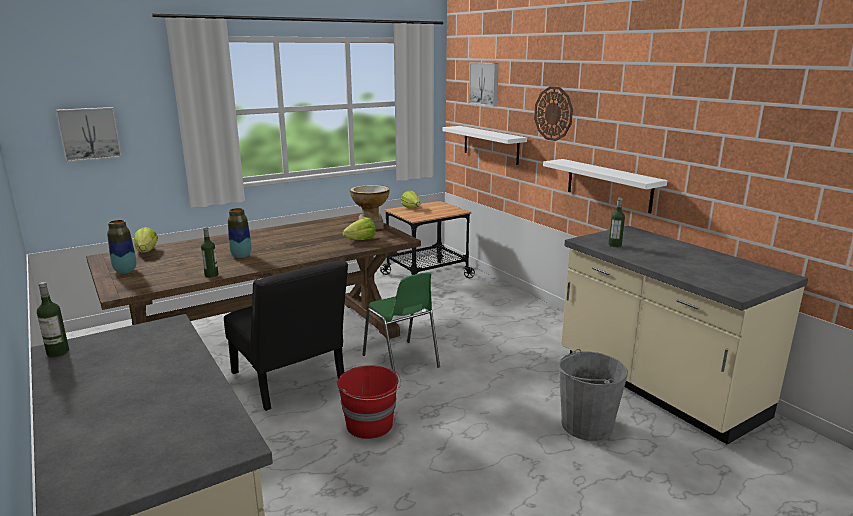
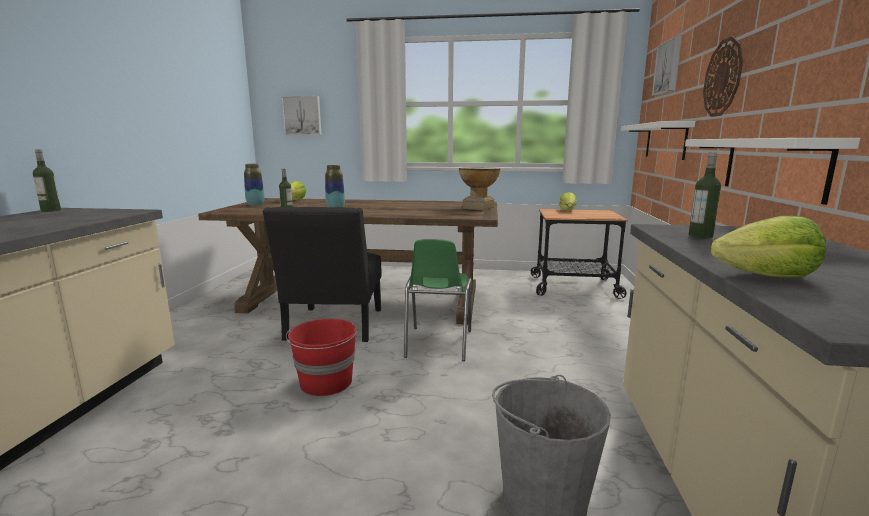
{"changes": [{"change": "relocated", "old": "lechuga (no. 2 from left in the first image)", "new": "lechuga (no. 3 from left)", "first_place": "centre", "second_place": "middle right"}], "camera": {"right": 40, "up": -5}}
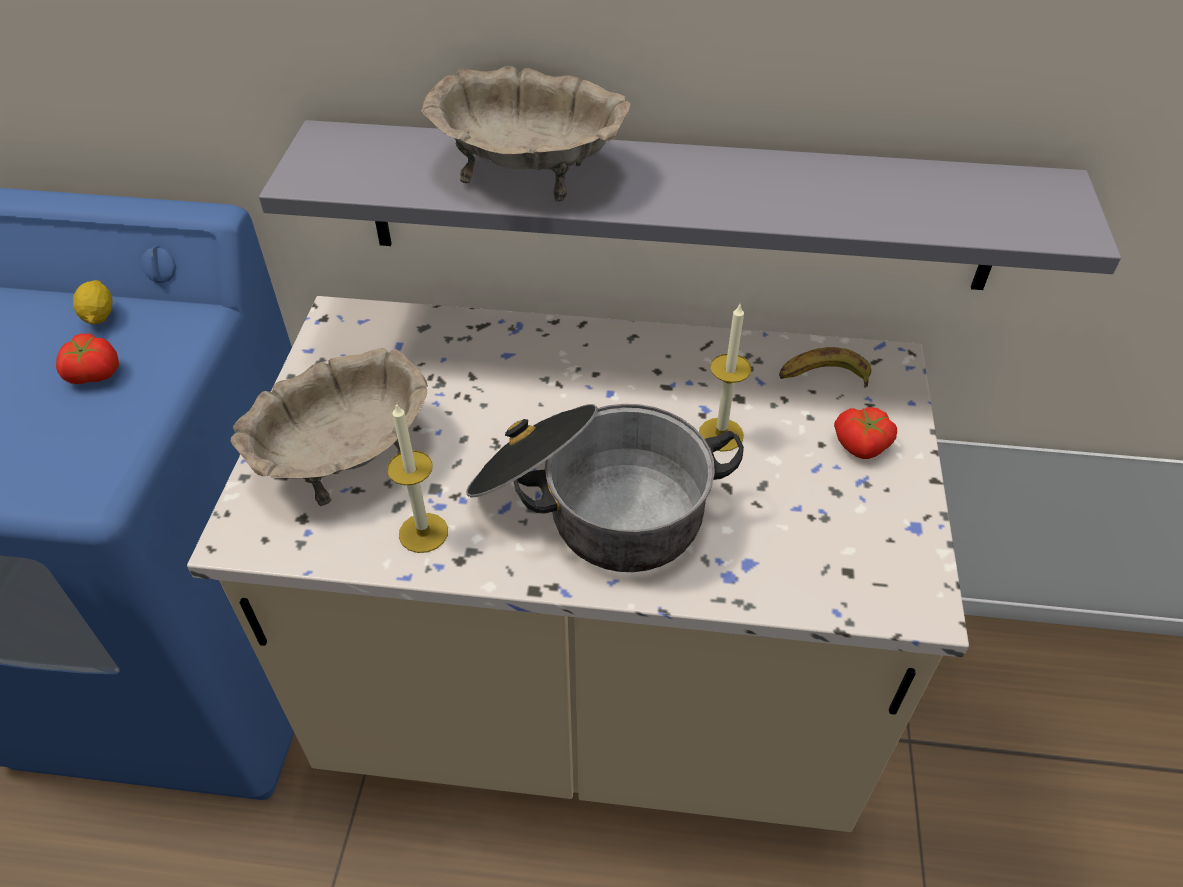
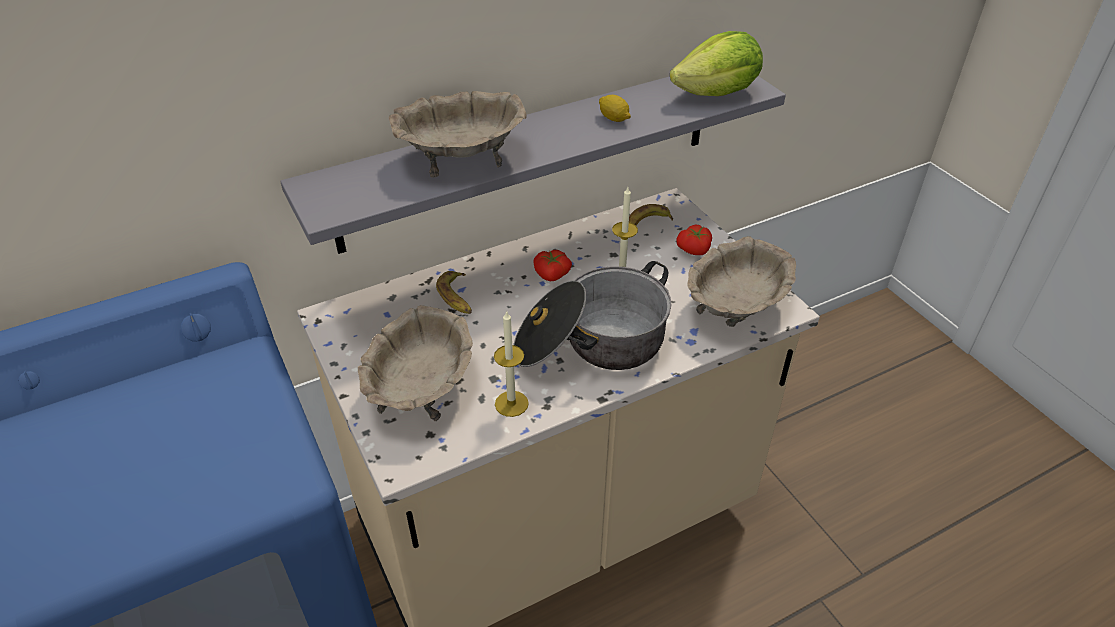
{"changes": [{"change": "appeared", "new": "plátano (no. 1 from left)", "second_place": "centre"}, {"change": "appeared", "new": "lechuga", "second_place": "top centre"}, {"change": "appeared", "new": "cuenco/beis (no. 3 from left)", "second_place": "centre"}, {"change": "relocated", "old": "tomate (no. 1 from left)", "first_place": "middle left", "second_place": "centre"}, {"change": "relocated", "old": "limón", "first_place": "middle left", "second_place": "top centre"}], "camera": {"right": -35, "up": -5}}
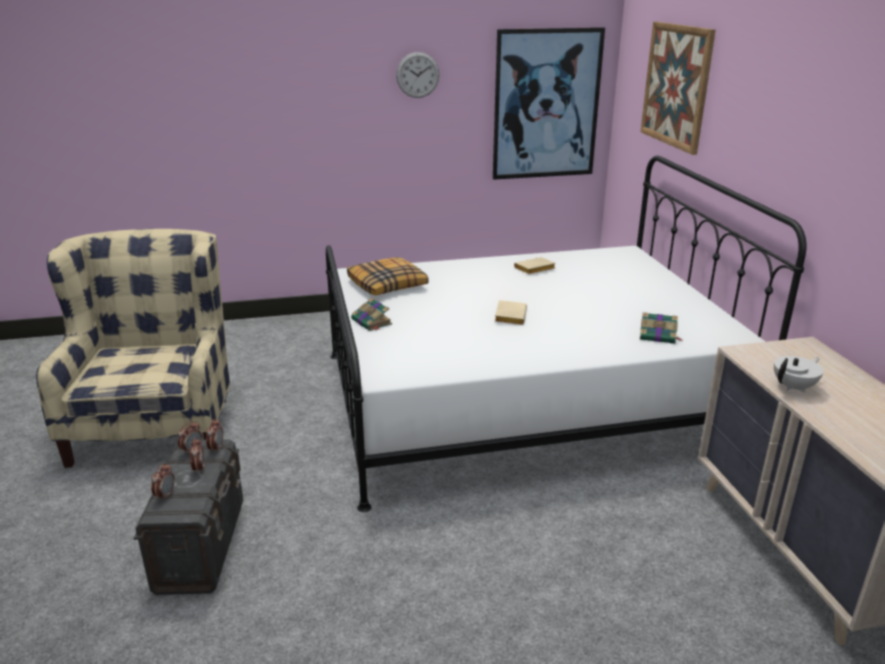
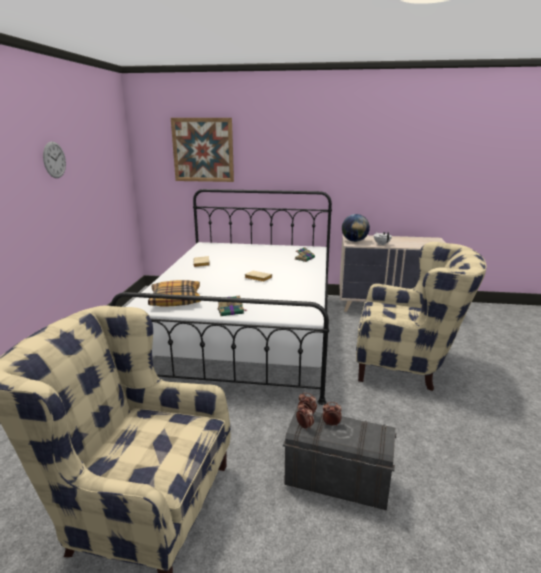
{"changes": [{"change": "missing", "old": "despertador (no. 1 from left)", "first_place": "bottom left"}, {"change": "missing", "old": "cuadro (no. 1 from left)", "first_place": "top centre"}, {"change": "appeared", "new": "globo terráqueo", "second_place": "centre"}, {"change": "appeared", "new": "sillón/beis (no. 2 from left)", "second_place": "middle right"}], "camera": {"right": -70, "up": -5}}
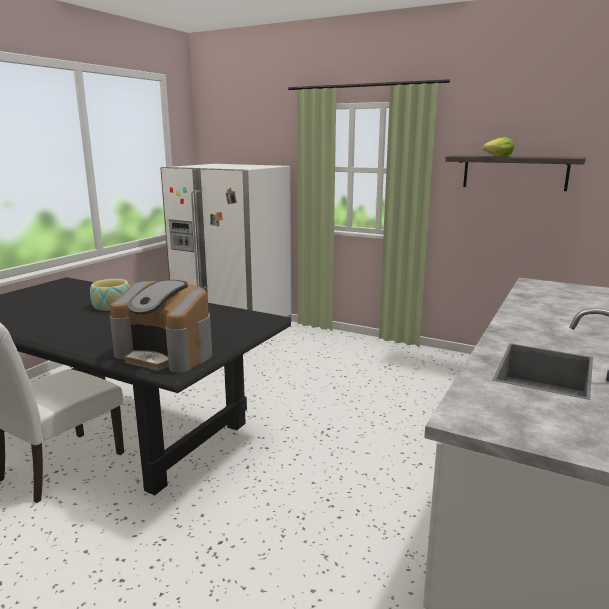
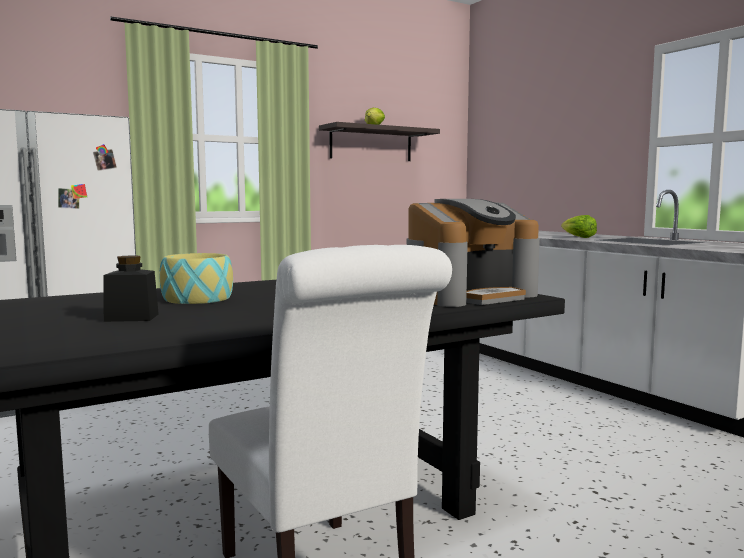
{"changes": [{"change": "appeared", "new": "tarro/negro", "second_place": "middle left"}, {"change": "appeared", "new": "lechuga (no. 2 from left)", "second_place": "middle right"}], "camera": {"right": -60, "up": -10}}
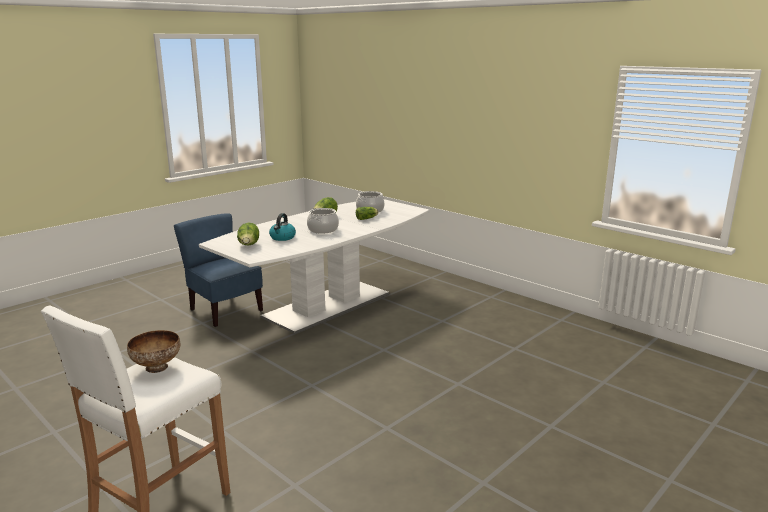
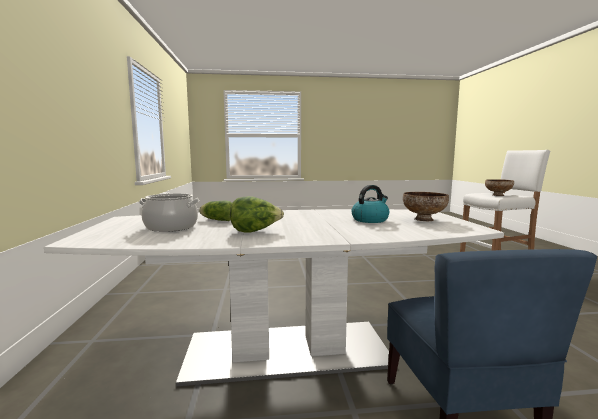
{"changes": [{"change": "missing", "old": "olla (no. 1 from left)", "first_place": "centre"}, {"change": "exchanged", "old": "lechuga (no. 1 from left)", "new": "cuenco (no. 1 from left)", "first_place": "middle left", "second_place": "middle right"}], "camera": {"right": -140, "up": -10}}
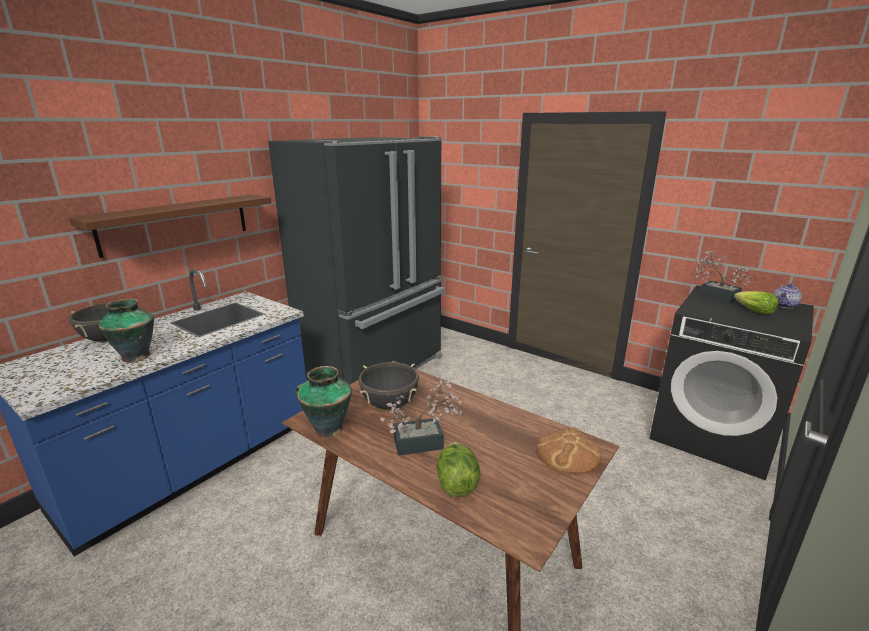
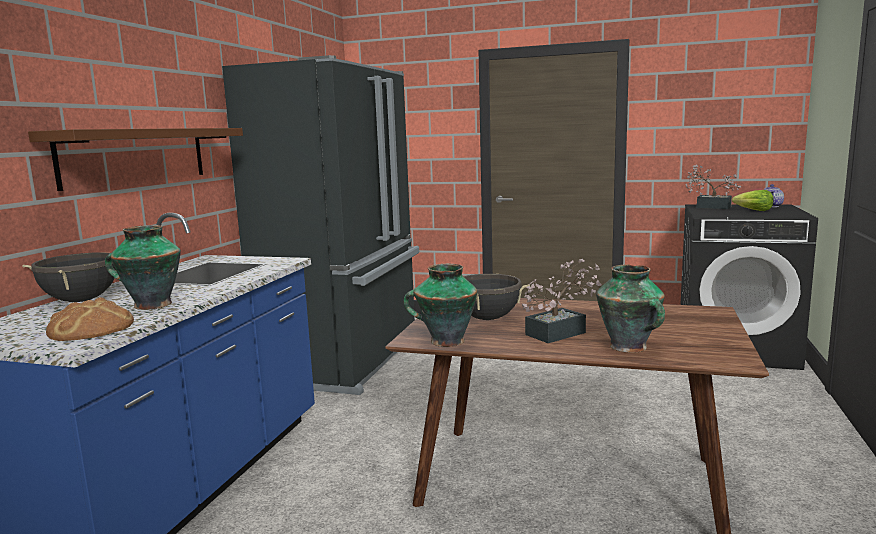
{"changes": [{"change": "relocated", "old": "pan", "first_place": "bottom centre", "second_place": "middle left"}, {"change": "exchanged", "old": "lechuga (no. 1 from left)", "new": "florero (no. 3 from left)", "first_place": "bottom centre", "second_place": "middle right"}], "camera": {"right": -20, "up": -10}}
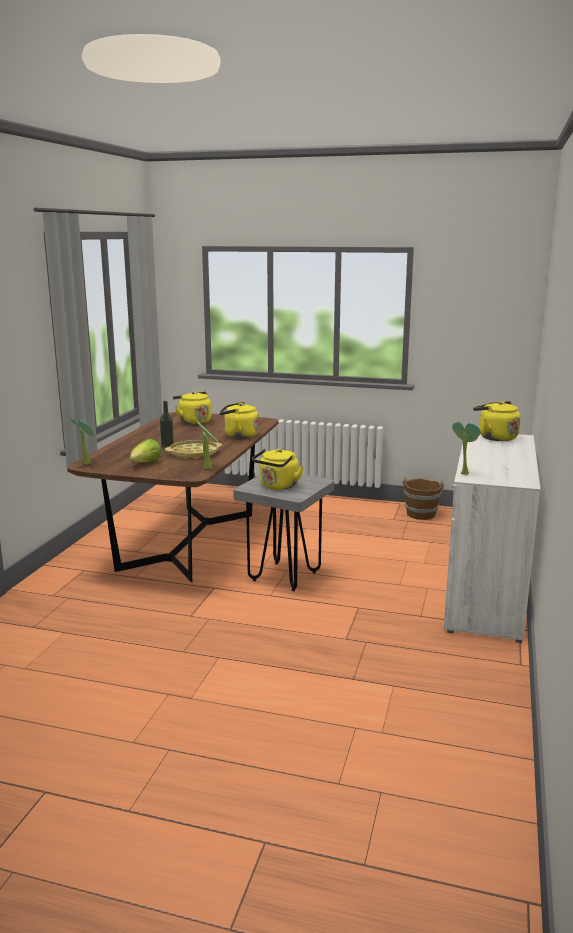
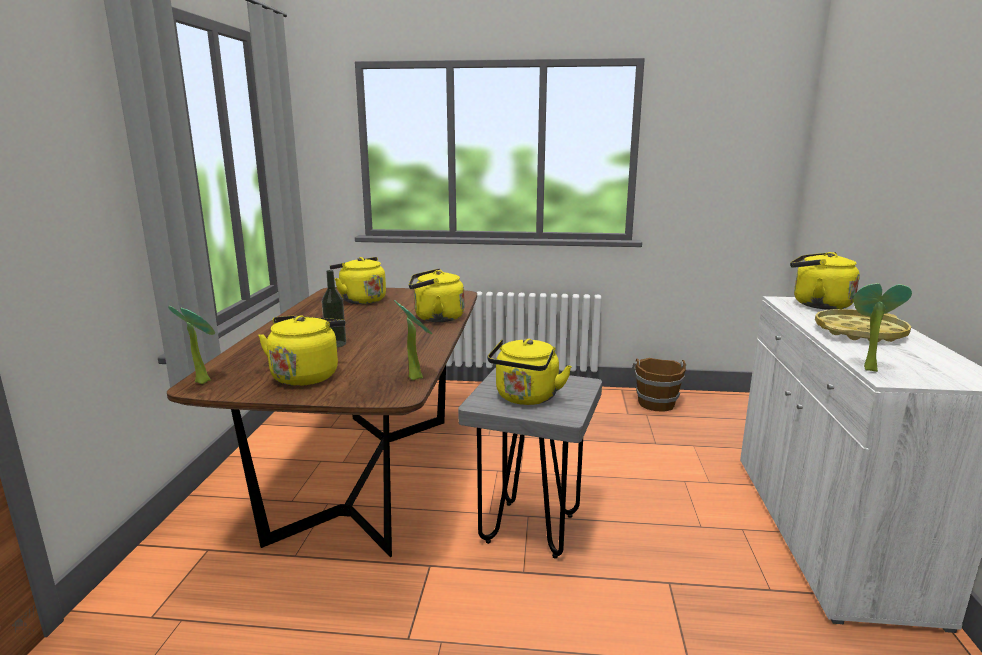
{"changes": [{"change": "relocated", "old": "bandeja/amarillo", "first_place": "centre", "second_place": "middle right"}, {"change": "exchanged", "old": "lechuga", "new": "hervidor/amarillo (no. 1 from left)", "first_place": "middle left", "second_place": "middle left"}], "camera": {"right": -10, "up": 0}}
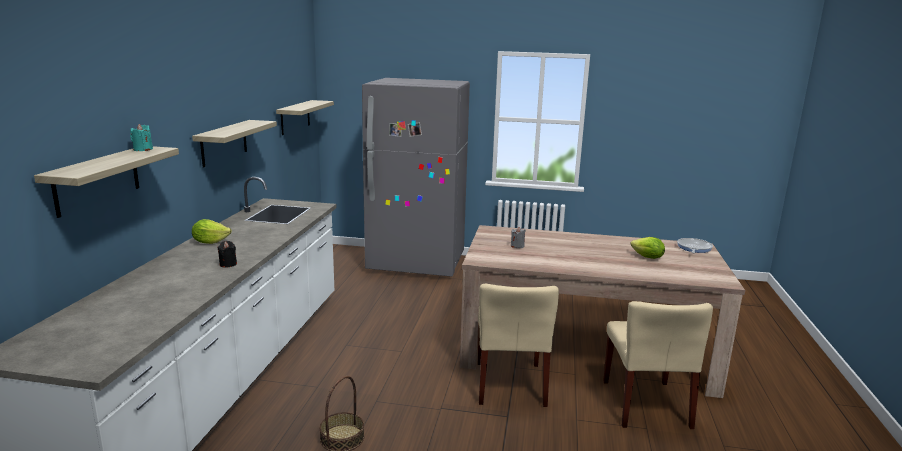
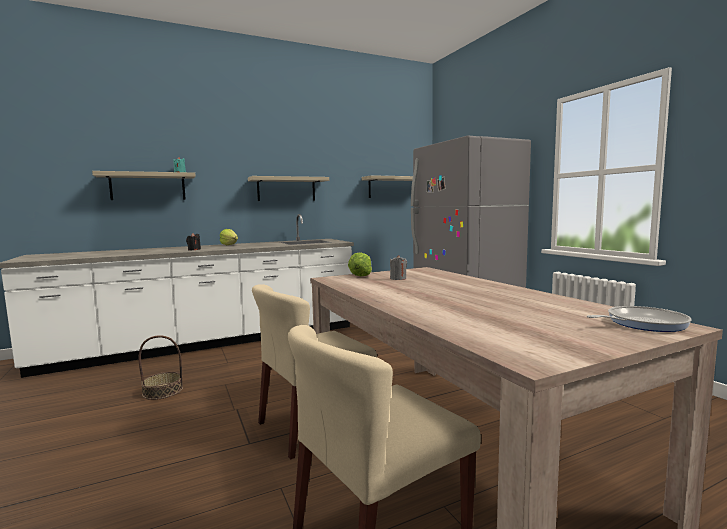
{"changes": [{"change": "relocated", "old": "lechuga (no. 2 from left)", "first_place": "middle right", "second_place": "centre"}], "camera": {"right": 55, "up": -10}}
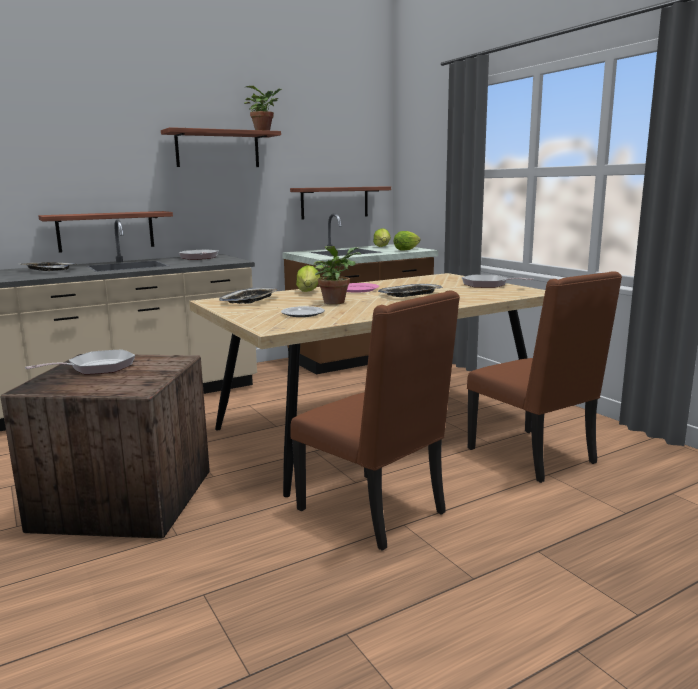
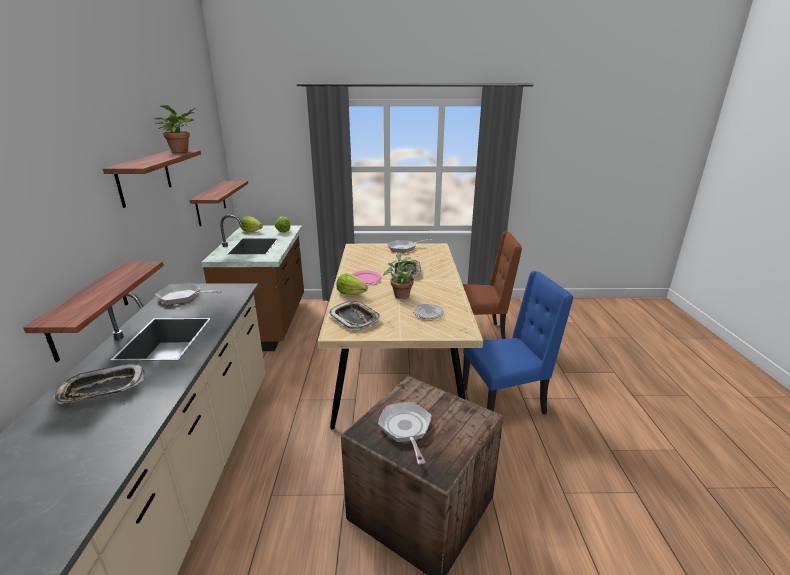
{"changes": [{"change": "colour", "old": "silla/marrón (no. 1 from left)", "new": "silla/azul", "first_place": "centre", "second_place": "centre"}], "camera": {"right": -60, "up": 10}}
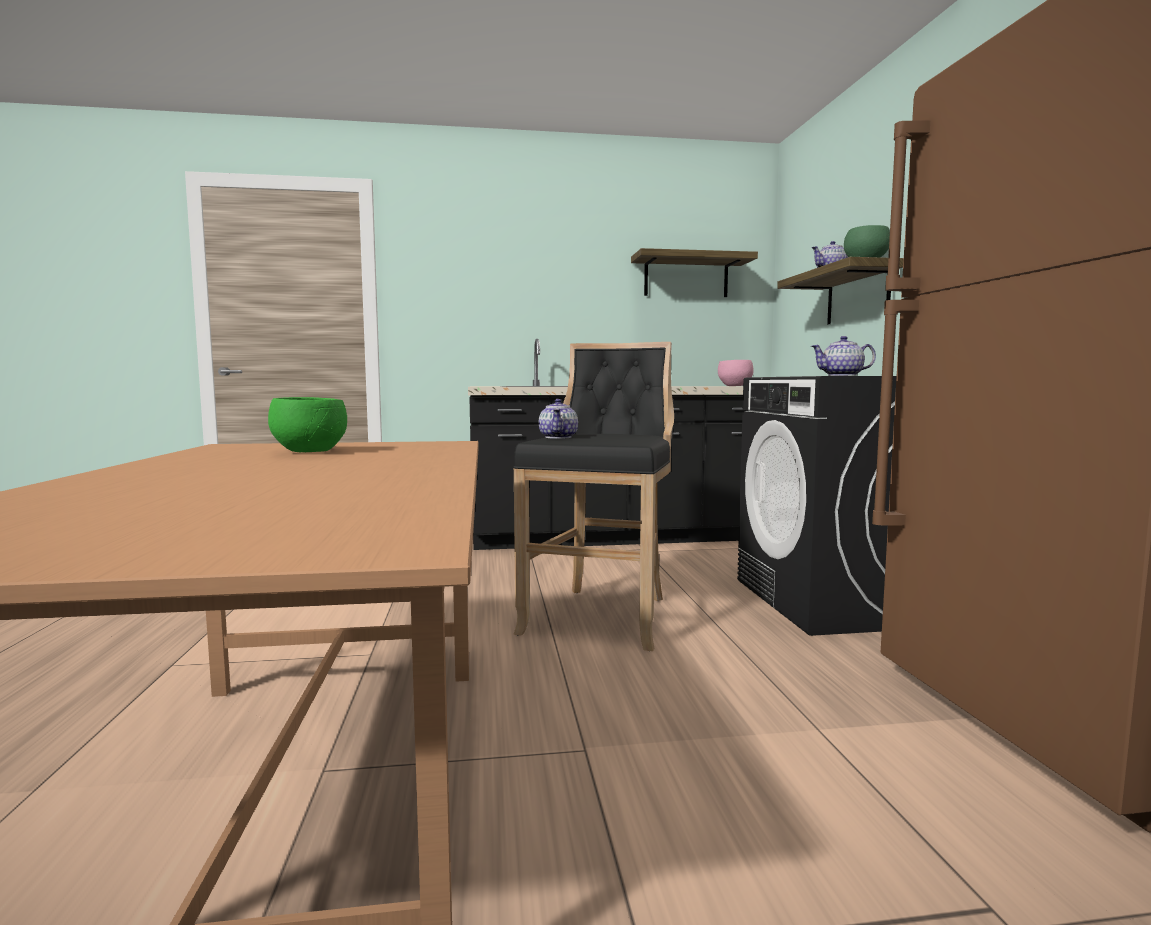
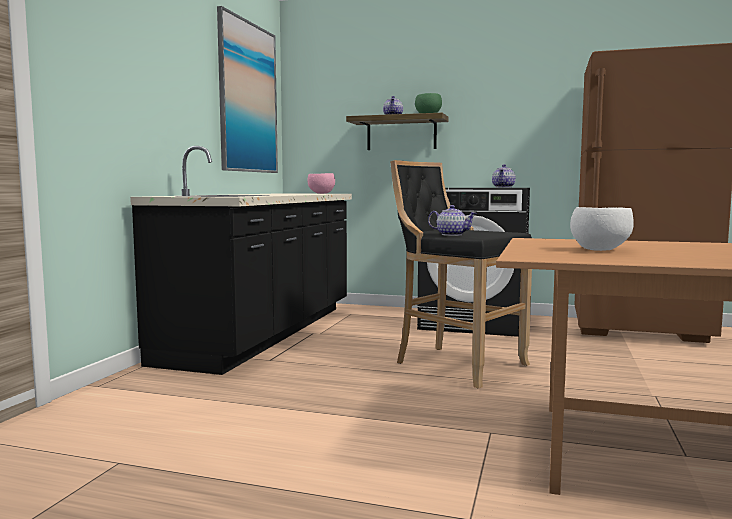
{"changes": [{"change": "exchanged", "old": "estante (no. 1 from left)", "new": "cuadro", "first_place": "top centre", "second_place": "top centre"}, {"change": "colour", "old": "cuenco/verde (no. 1 from left)", "new": "cuenco/blanco", "first_place": "middle left", "second_place": "middle right"}], "camera": {"right": -65, "up": 0}}
